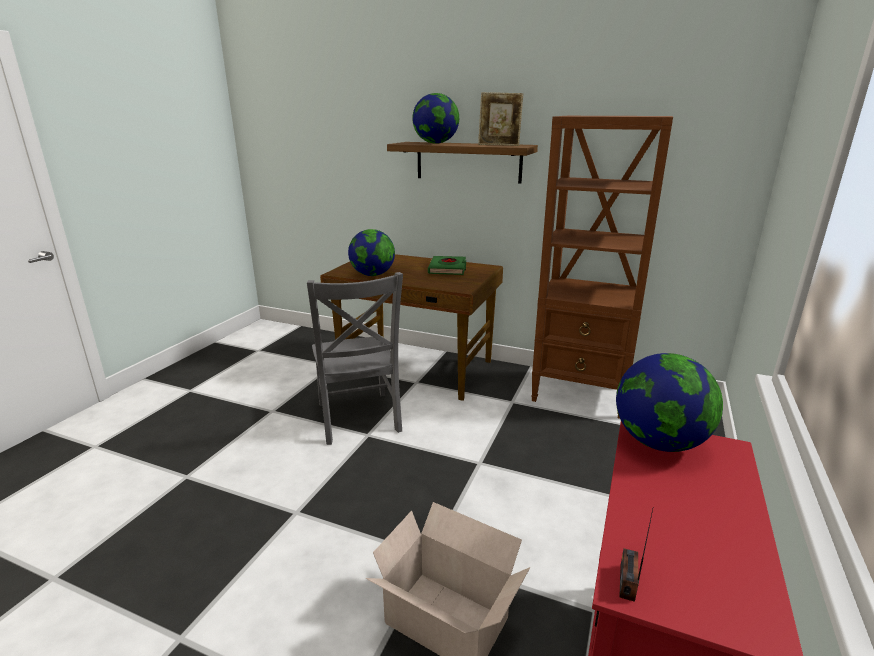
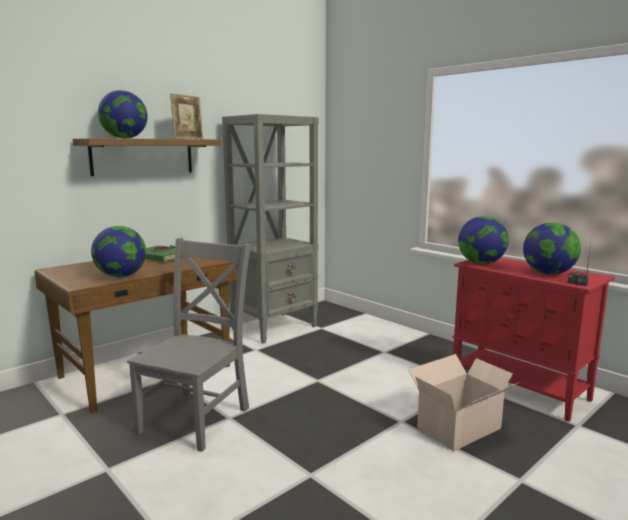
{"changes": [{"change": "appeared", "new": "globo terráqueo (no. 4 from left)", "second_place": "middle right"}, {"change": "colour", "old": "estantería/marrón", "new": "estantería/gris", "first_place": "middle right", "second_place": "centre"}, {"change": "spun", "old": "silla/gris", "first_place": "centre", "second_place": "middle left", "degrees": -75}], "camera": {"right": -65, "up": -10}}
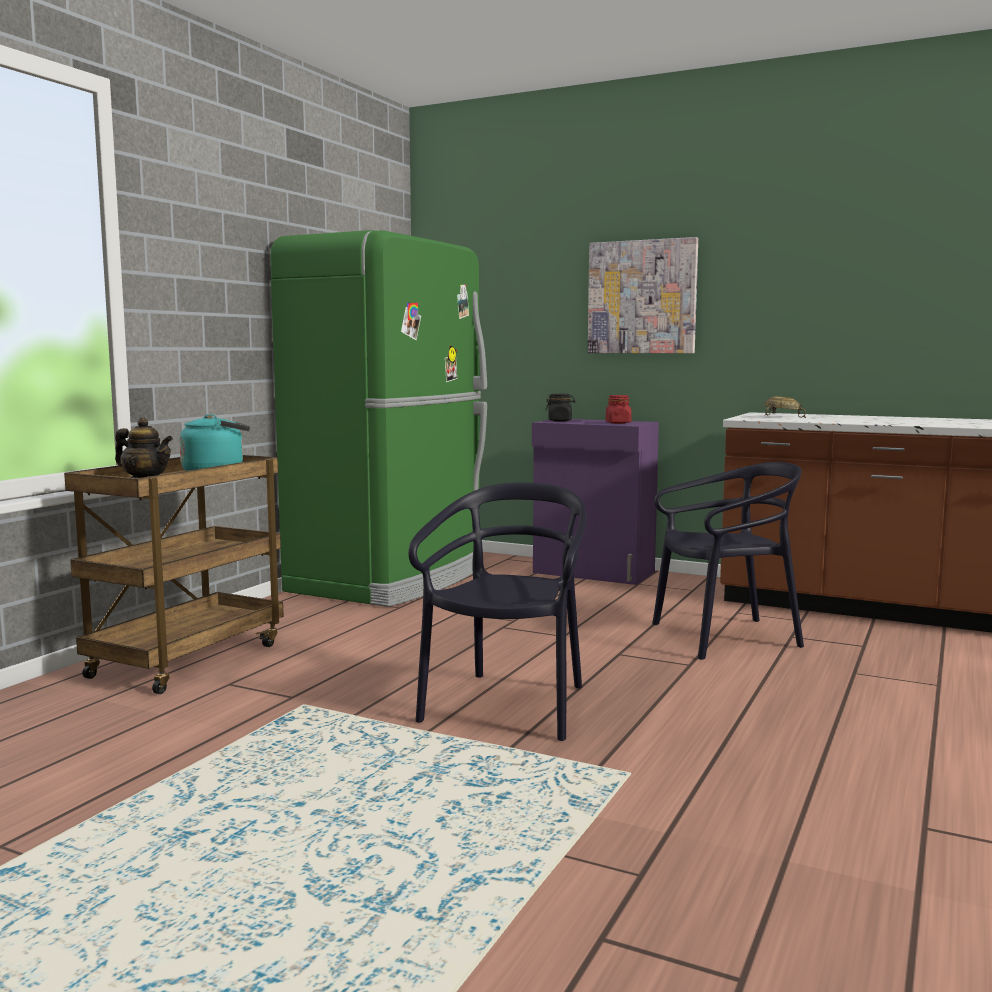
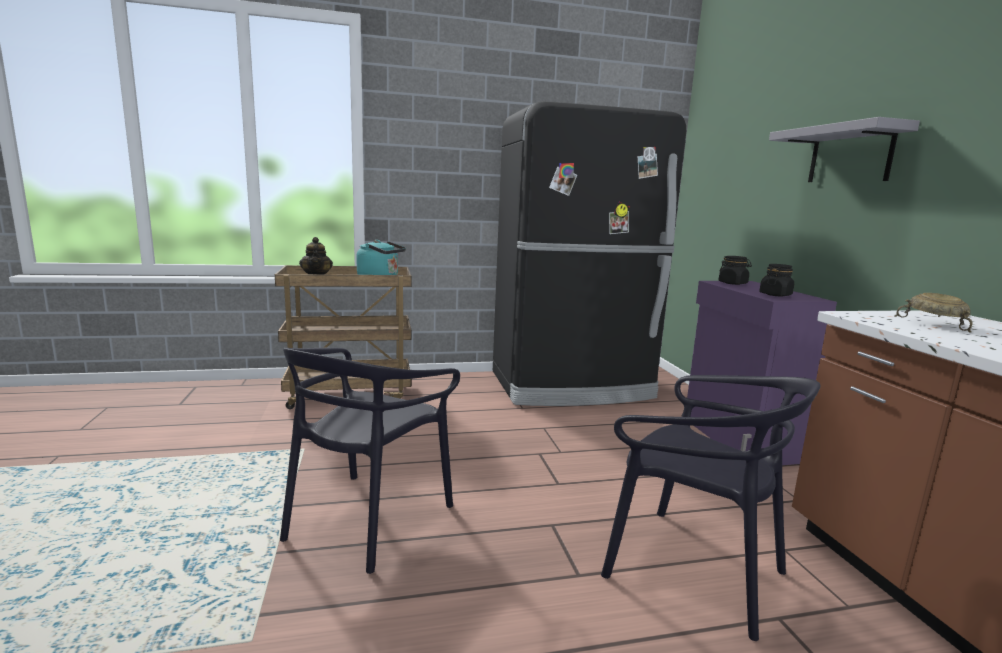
{"changes": [{"change": "exchanged", "old": "cuadro", "new": "estante/gris", "first_place": "top centre", "second_place": "top right"}, {"change": "colour", "old": "nevera/verde", "new": "nevera/negro", "first_place": "centre", "second_place": "centre"}, {"change": "colour", "old": "tarro/rojo", "new": "tarro/negro (no. 2 from left)", "first_place": "centre", "second_place": "middle right"}, {"change": "spun", "old": "silla/negro (no. 1 from left)", "first_place": "centre", "second_place": "bottom centre", "degrees": 135}], "camera": {"right": 50, "up": 5}}
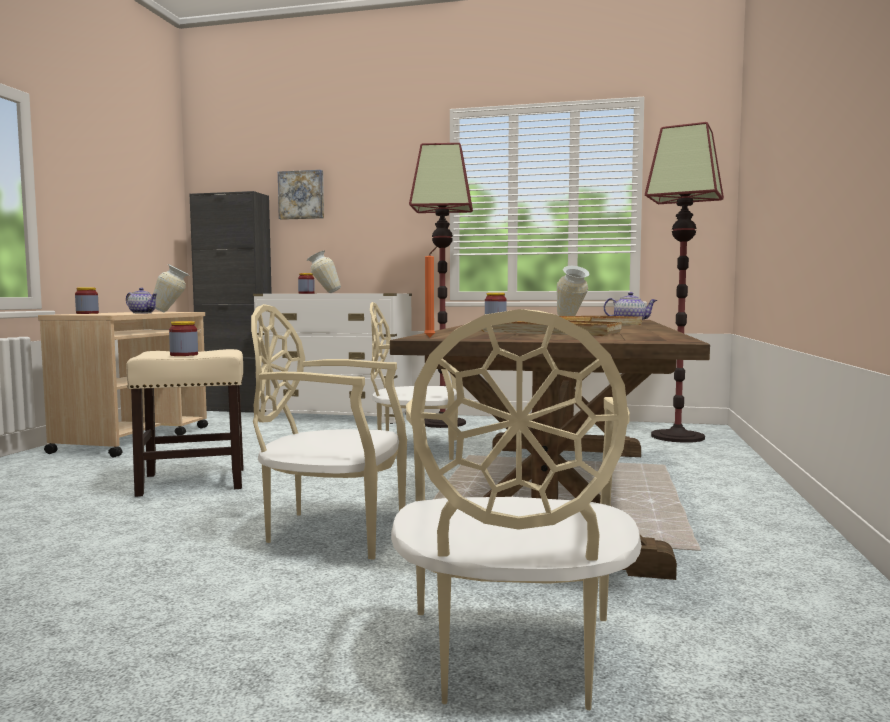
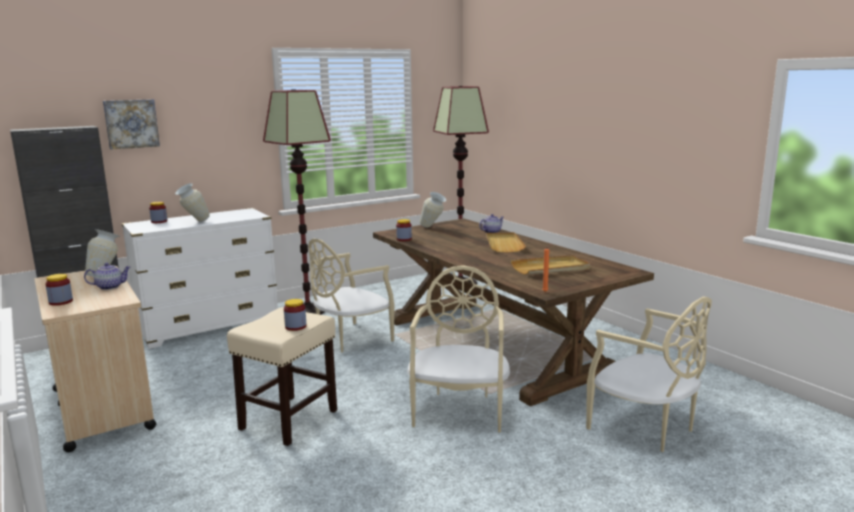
{"changes": [{"change": "spun", "old": "silla/beis (no. 1 from left in the first image)", "first_place": "centre", "second_place": "bottom centre", "degrees": 135}], "camera": {"right": -45, "up": 10}}
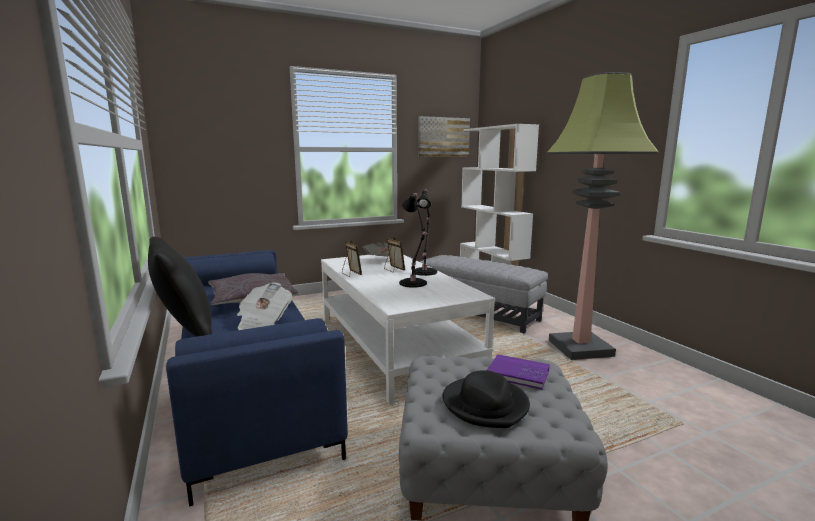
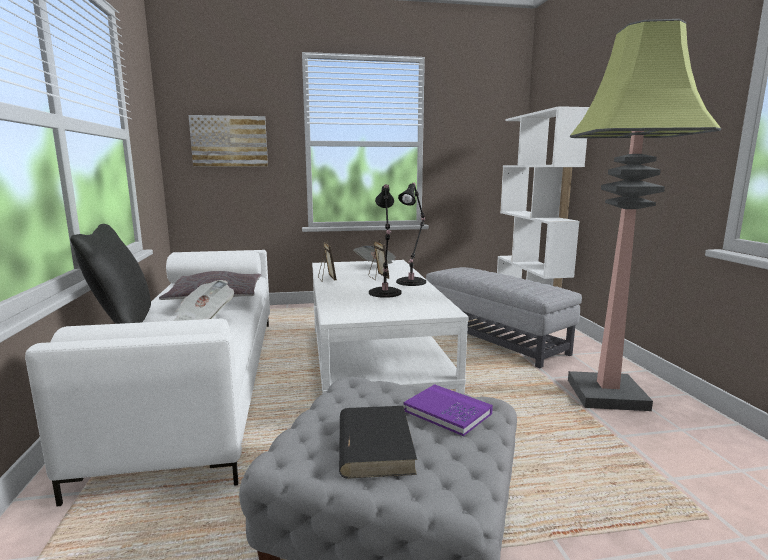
{"changes": [{"change": "relocated", "old": "cuadro", "first_place": "top centre", "second_place": "top left"}, {"change": "exchanged", "old": "sombrero/negro", "new": "libro/negro", "first_place": "bottom centre", "second_place": "bottom centre"}, {"change": "colour", "old": "sofá/azul", "new": "sofá/blanco", "first_place": "bottom left", "second_place": "bottom left"}], "camera": {"right": 15, "up": 0}}
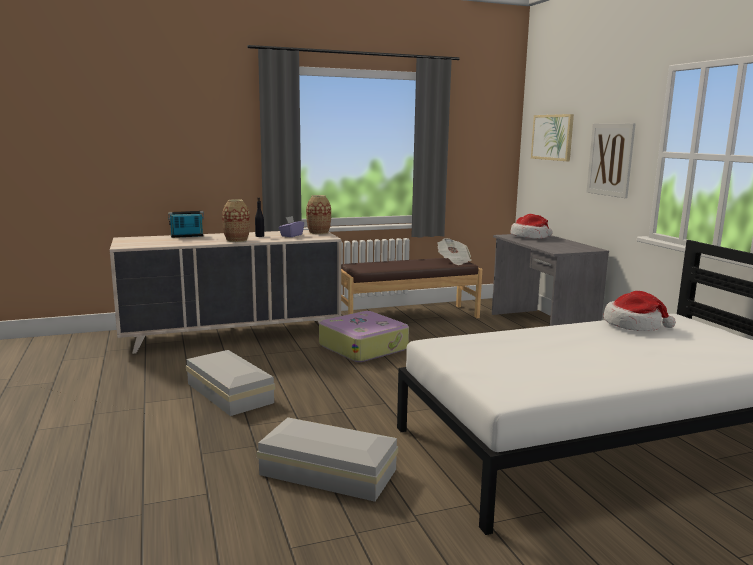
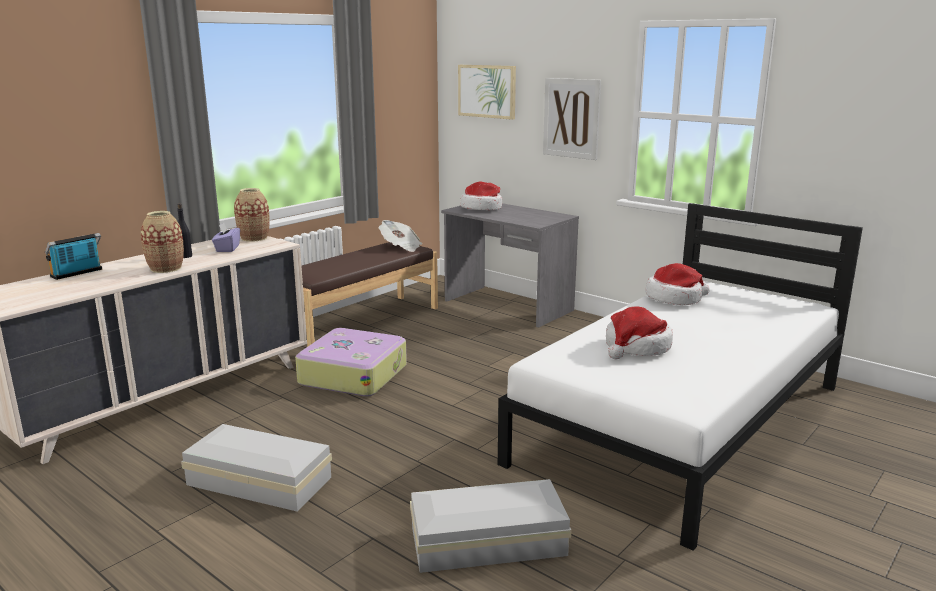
{"changes": [{"change": "appeared", "new": "sombrero (no. 2 from left)", "second_place": "middle right"}], "camera": {"right": -30, "up": 5}}
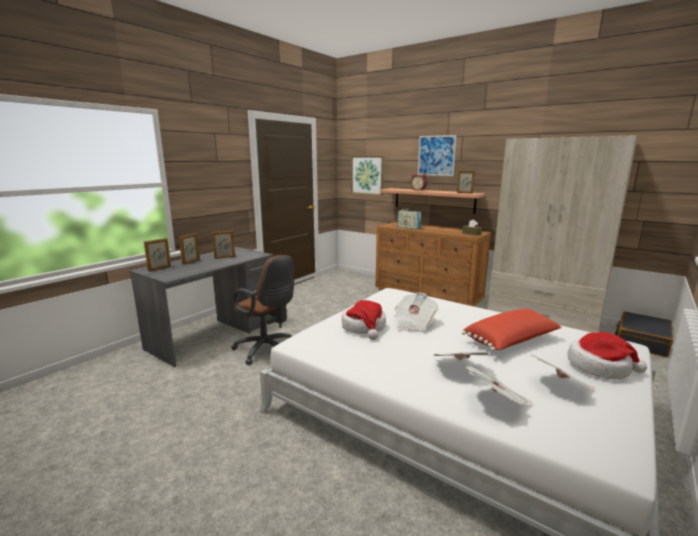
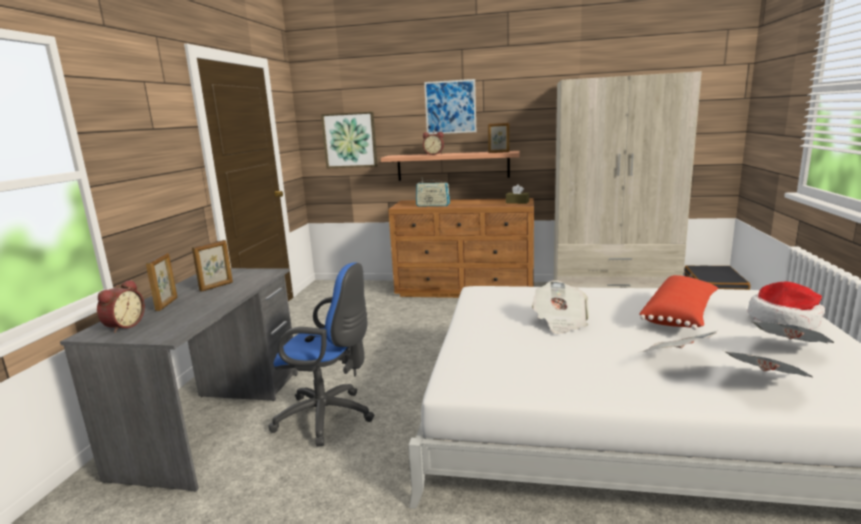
{"changes": [{"change": "missing", "old": "sombrero (no. 1 from left)", "first_place": "centre"}, {"change": "exchanged", "old": "portarretratos (no. 1 from left)", "new": "despertador (no. 1 from left)", "first_place": "middle left", "second_place": "middle left"}, {"change": "colour", "old": "silla de oficina/marrón", "new": "silla de oficina/azul", "first_place": "centre", "second_place": "bottom centre"}], "camera": {"right": -25, "up": 0}}
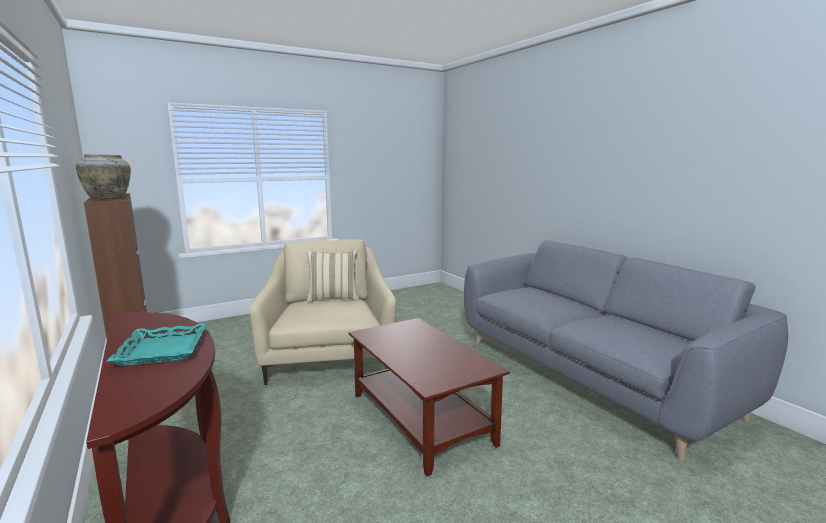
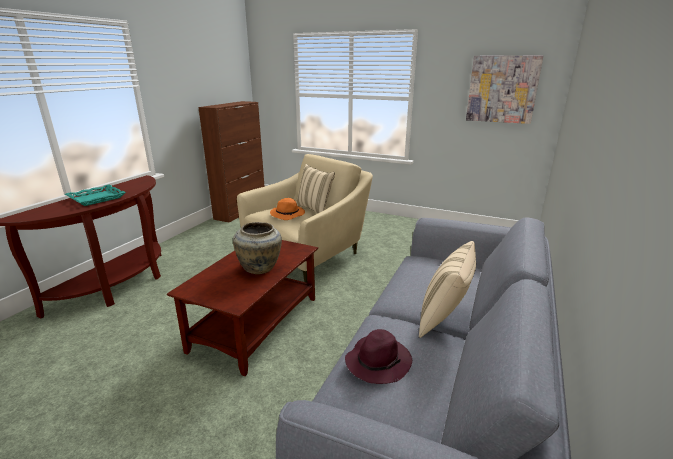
{"changes": [{"change": "appeared", "new": "sombrero/naranja", "second_place": "centre"}, {"change": "appeared", "new": "sombrero/morado", "second_place": "bottom centre"}, {"change": "appeared", "new": "cojín/beis (no. 2 from left)", "second_place": "centre"}, {"change": "appeared", "new": "cuadro", "second_place": "top right"}, {"change": "relocated", "old": "florero/beis", "first_place": "middle left", "second_place": "centre"}], "camera": {"right": 55, "up": 10}}
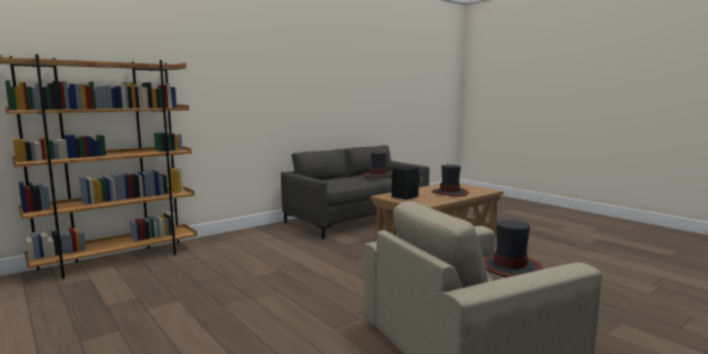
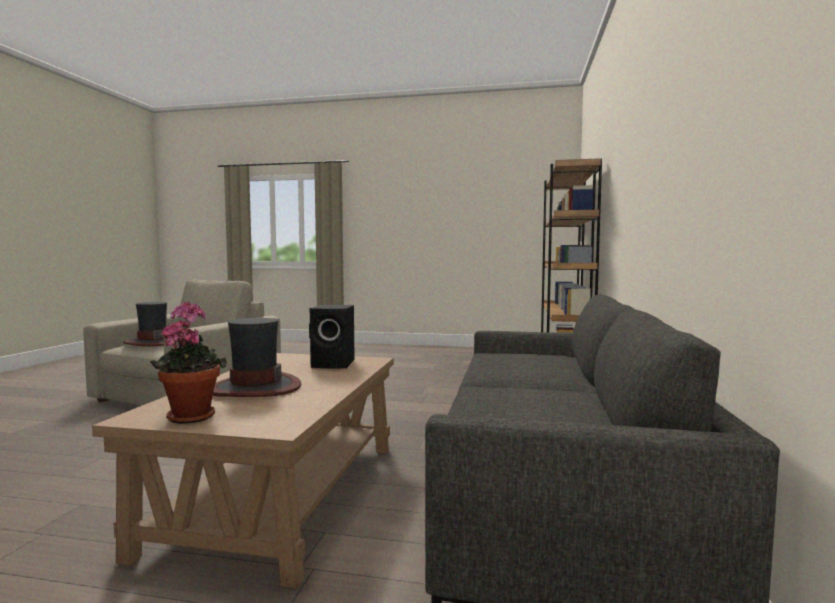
{"changes": [{"change": "missing", "old": "sombrero (no. 1 from left)", "first_place": "centre"}, {"change": "appeared", "new": "planta en maceta", "second_place": "middle left"}], "camera": {"right": 140, "up": -5}}
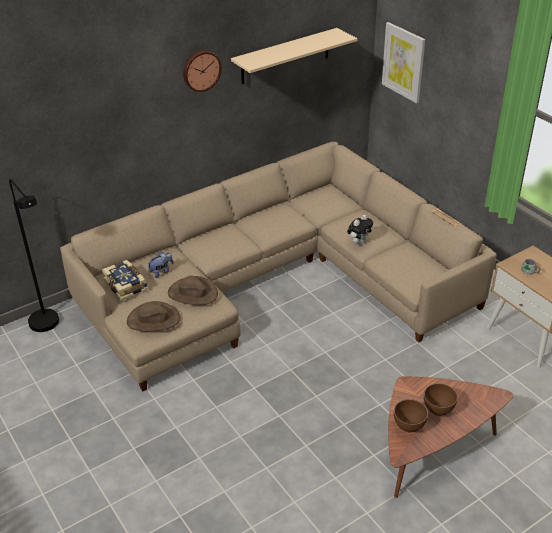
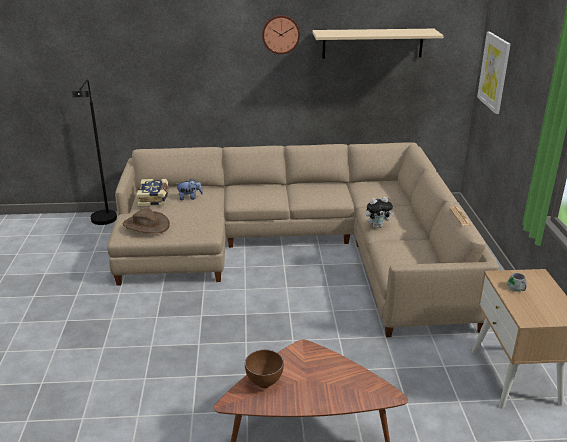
{"changes": [{"change": "missing", "old": "sombrero/marrón (no. 2 from left)", "first_place": "centre"}, {"change": "missing", "old": "cuenco/marrón (no. 2 from left)", "first_place": "bottom right"}], "camera": {"right": 30, "up": -10}}
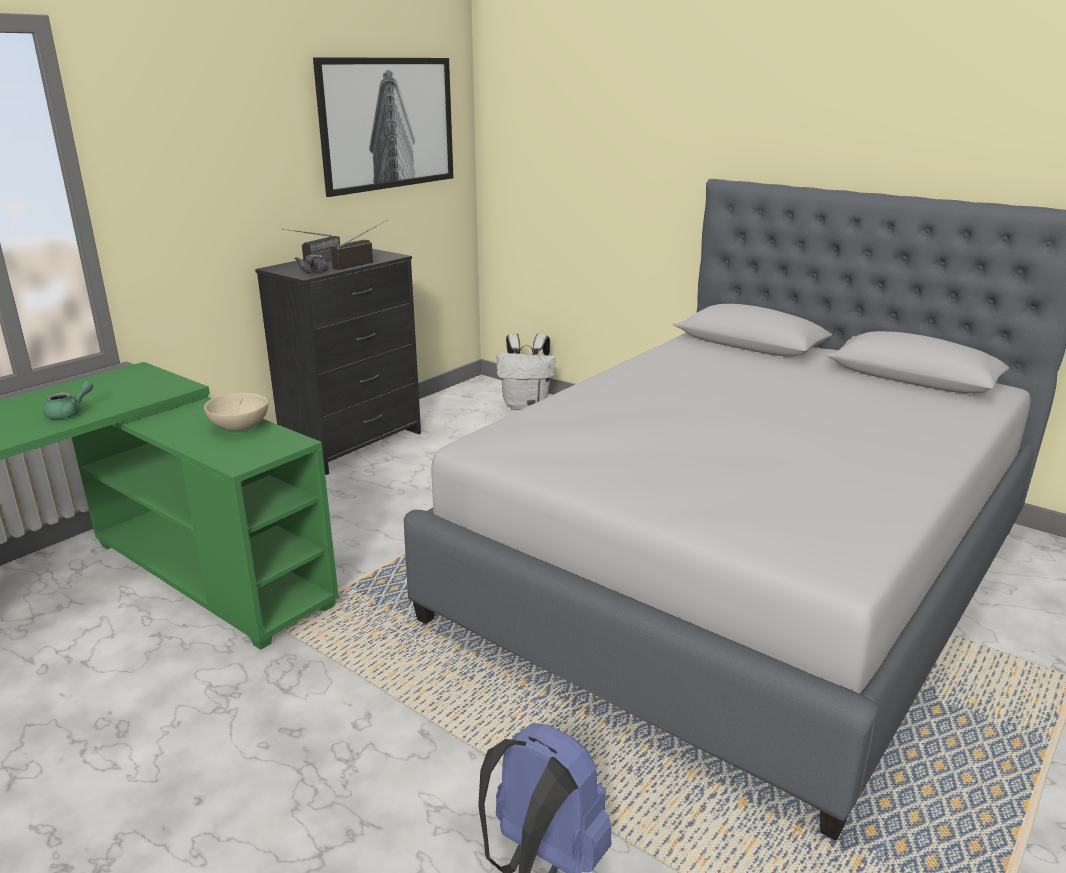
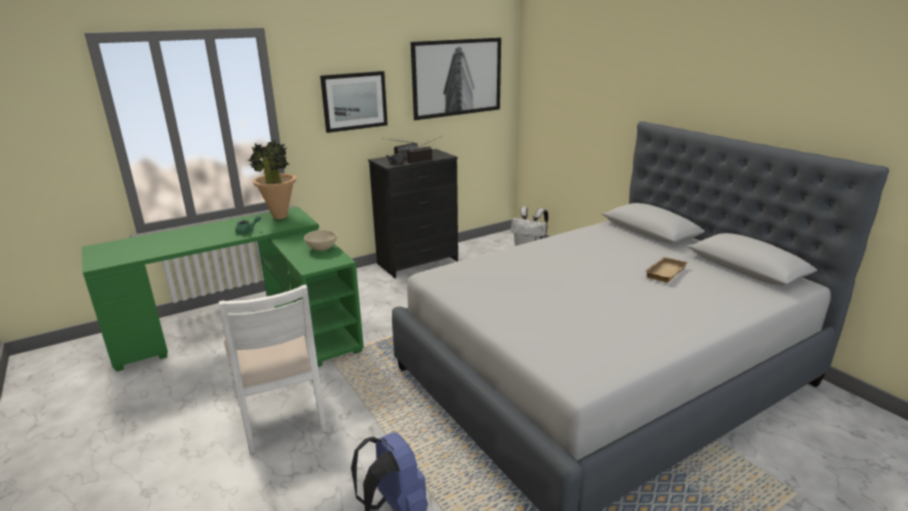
{"changes": [{"change": "appeared", "new": "silla/blanco", "second_place": "bottom left"}, {"change": "appeared", "new": "planta en maceta", "second_place": "middle left"}, {"change": "appeared", "new": "cuadro (no. 1 from left)", "second_place": "top centre"}, {"change": "appeared", "new": "bandeja/beis", "second_place": "middle right"}], "camera": {"right": 20, "up": 0}}
